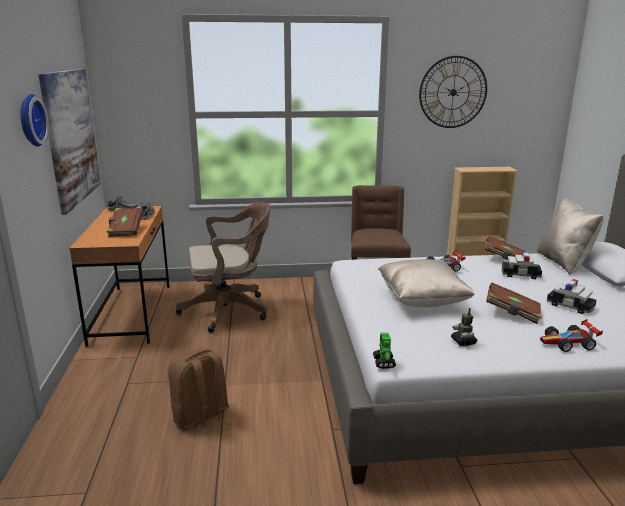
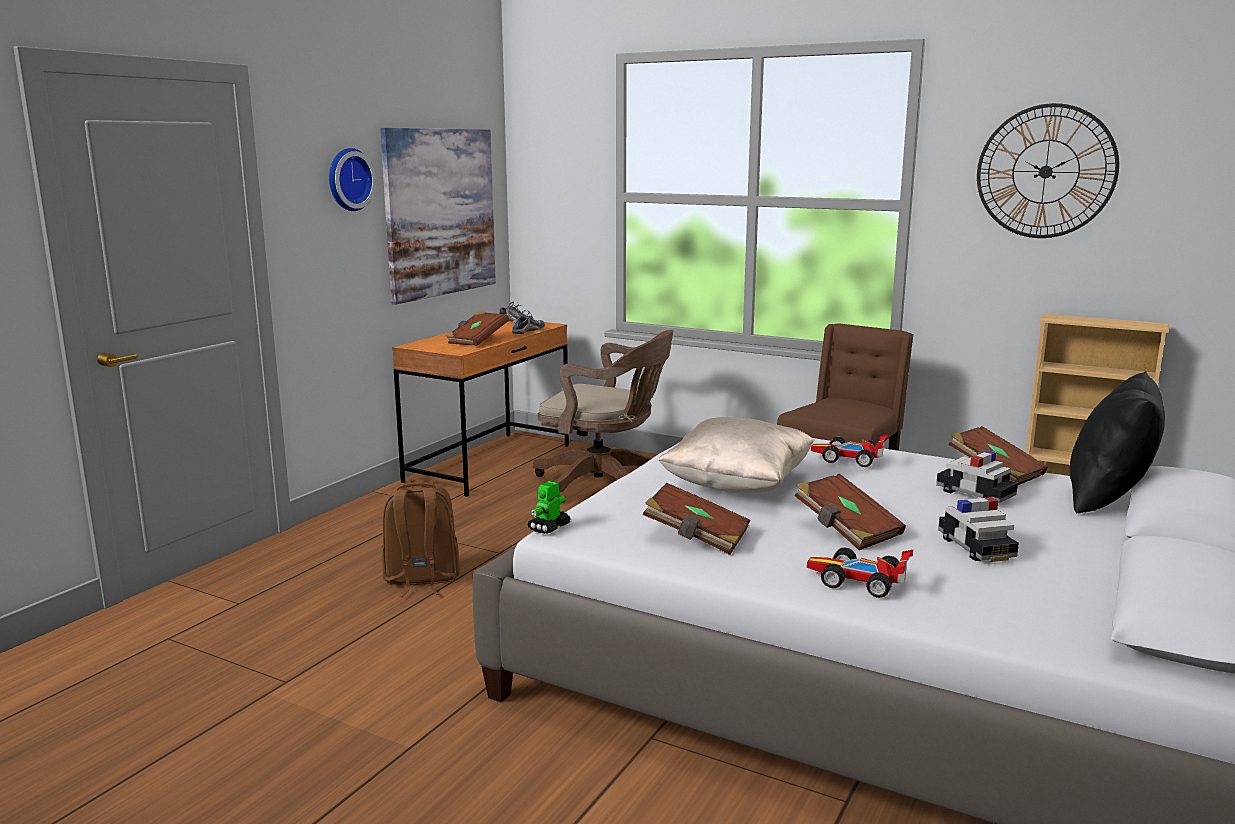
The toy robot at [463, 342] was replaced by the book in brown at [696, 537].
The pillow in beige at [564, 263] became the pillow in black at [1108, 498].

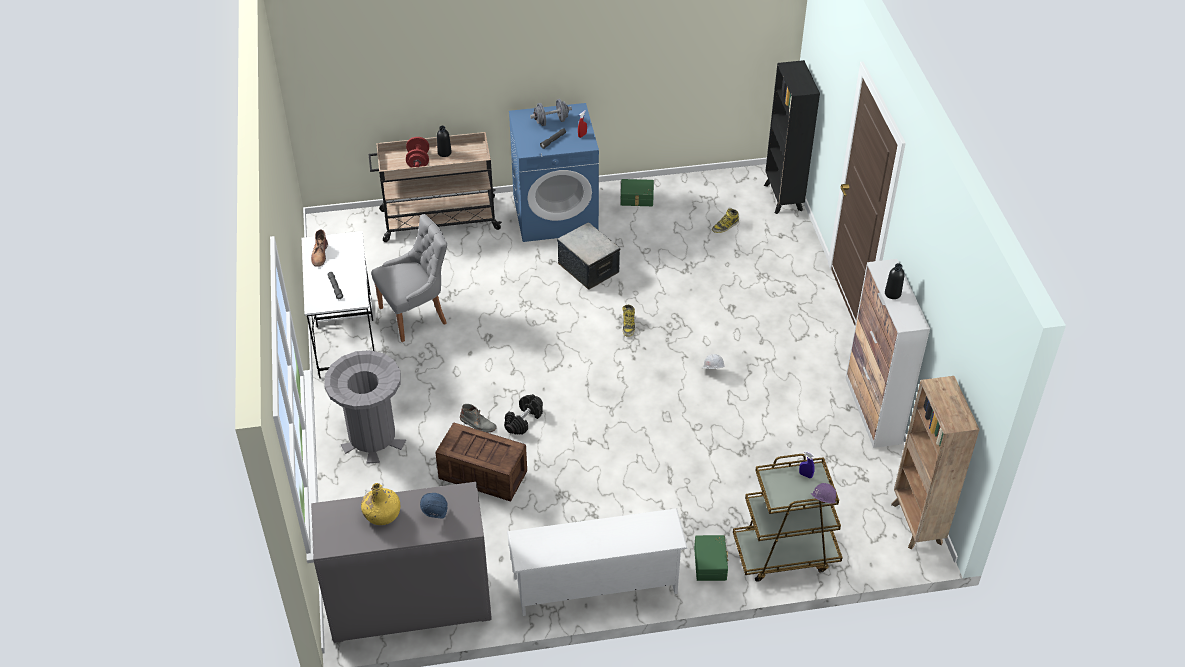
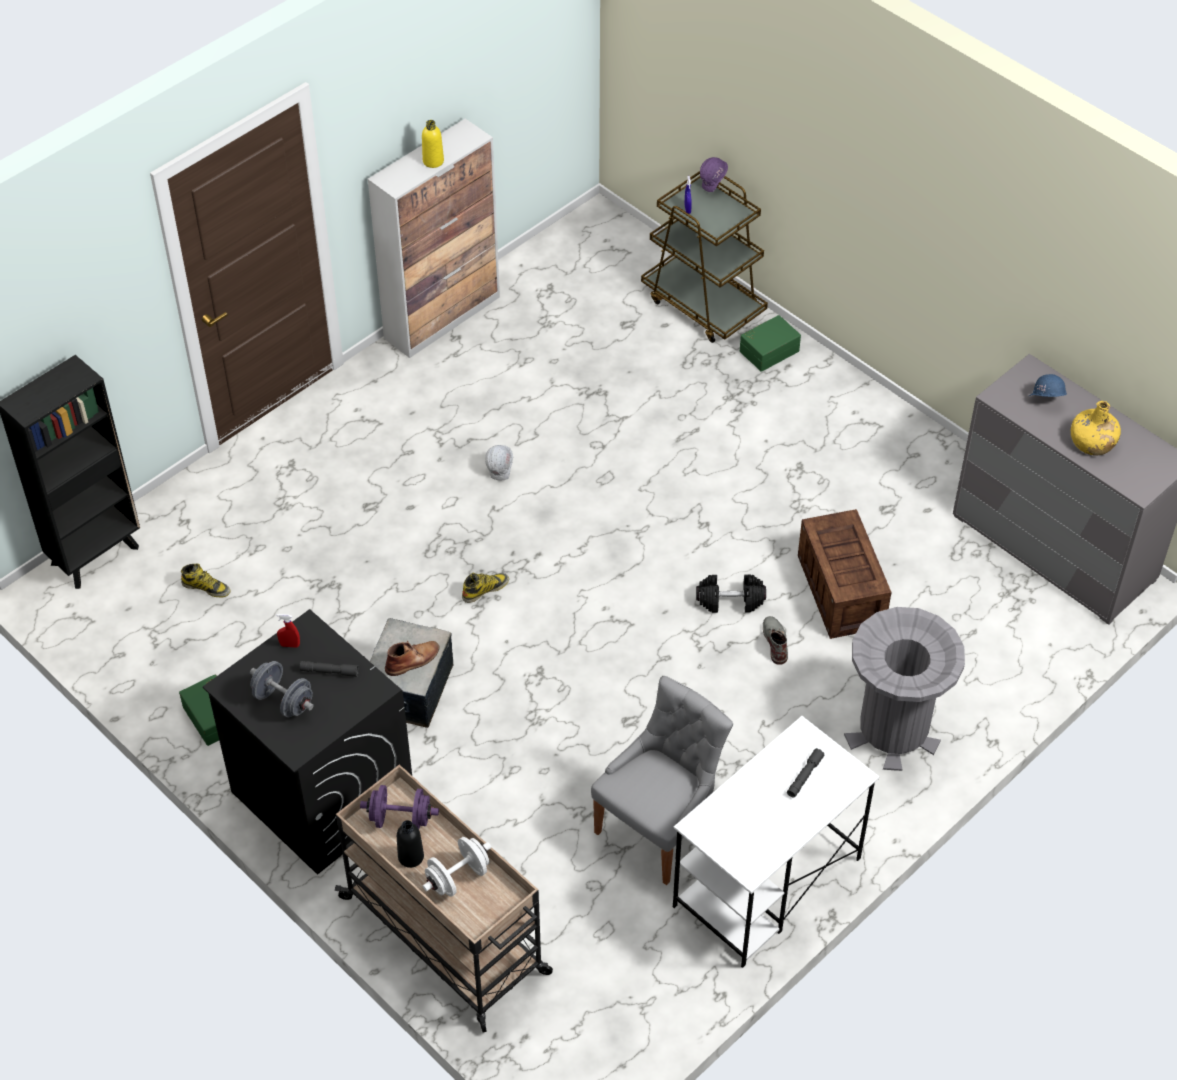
The washing machine in blue at [556, 214] became the washing machine in black at [321, 794].
The dumbbell in purple at [400, 819] appeared.
The boot in brown moved from [320, 254] to [413, 660].
The bottle in black at [892, 293] became the bottle in yellow at [433, 161].
The dumbbell in red at [418, 161] became the dumbbell in white at [458, 877].
The chair in grey at [415, 315] turned 105 degrees clockwise.
The shoe rack in white at [596, 586] disappeared.
The bookcase in brown at [916, 524] disappeared.

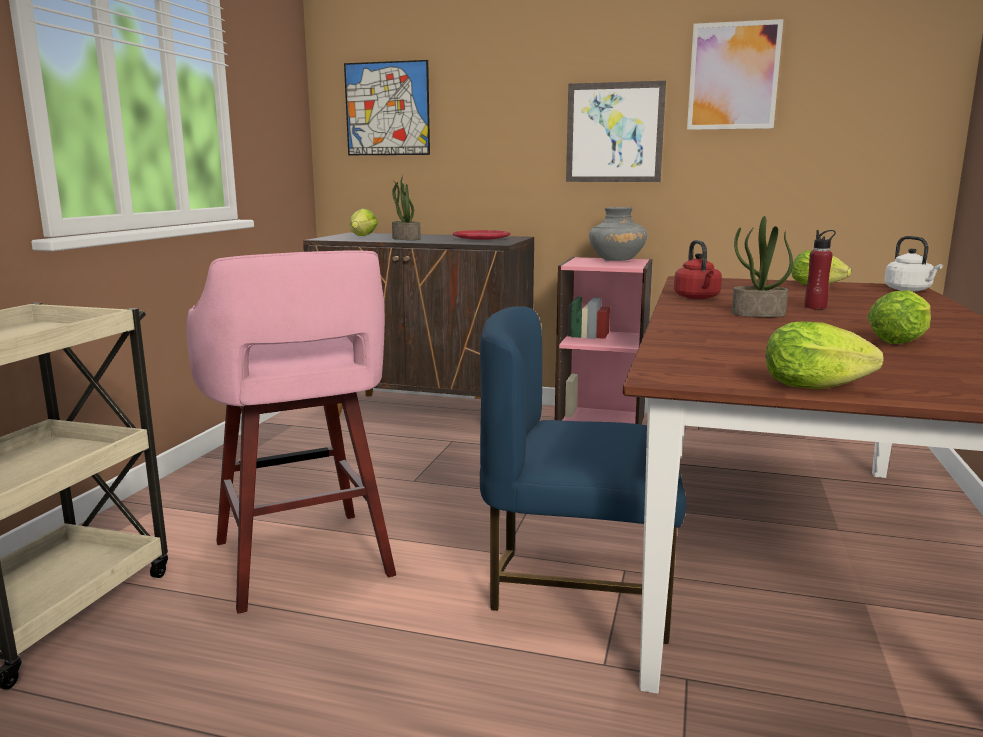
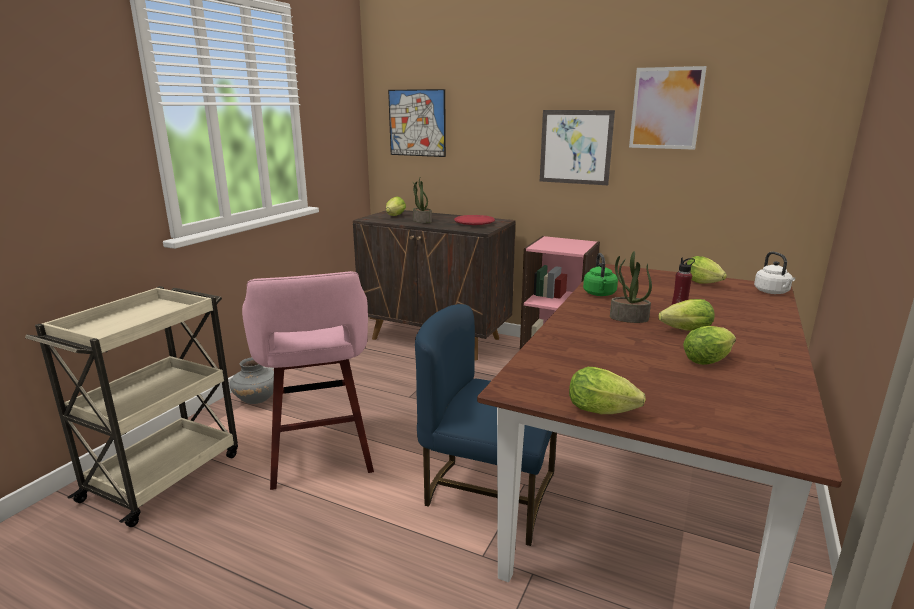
The vase in grey moved from [616, 260] to [256, 399].
The kettle in red at [697, 298] became the kettle in green at [599, 294].
The lettuce at [683, 331] appeared.

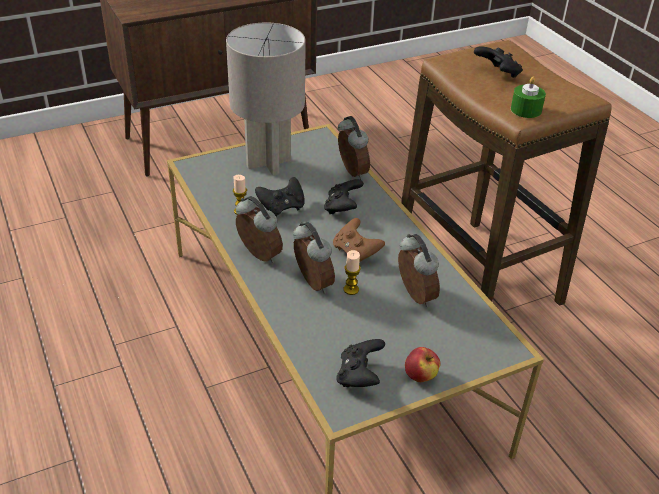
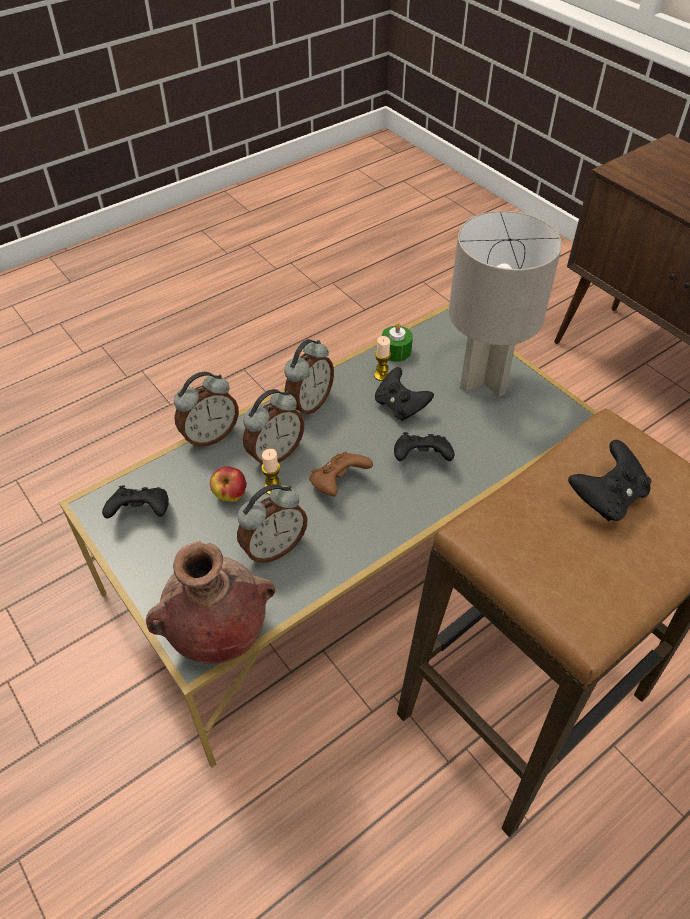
The vase in brown at [217, 634] appeared.
The alarm clock moved from [351, 172] to [210, 435].
The apple moved from [420, 376] to [230, 495].
The candle in green moved from [526, 110] to [396, 351].

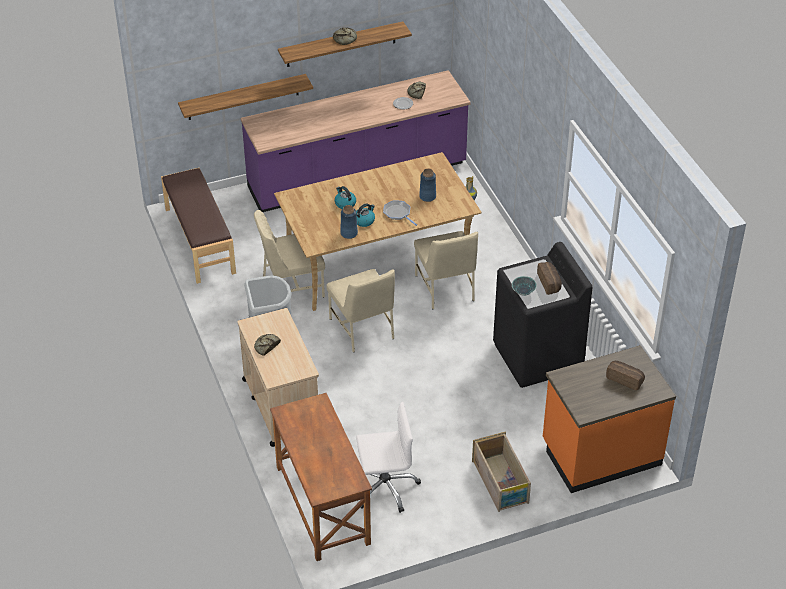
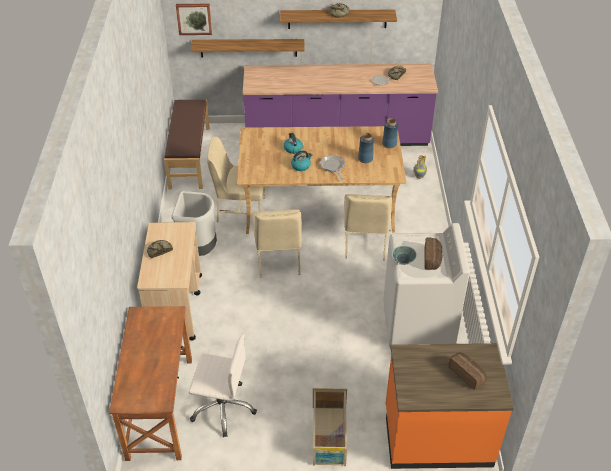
The picture at [194, 18] appeared.
The vase in blue moved from [349, 233] to [389, 144].
The washing machine in black at [537, 357] became the washing machine in white at [418, 325].

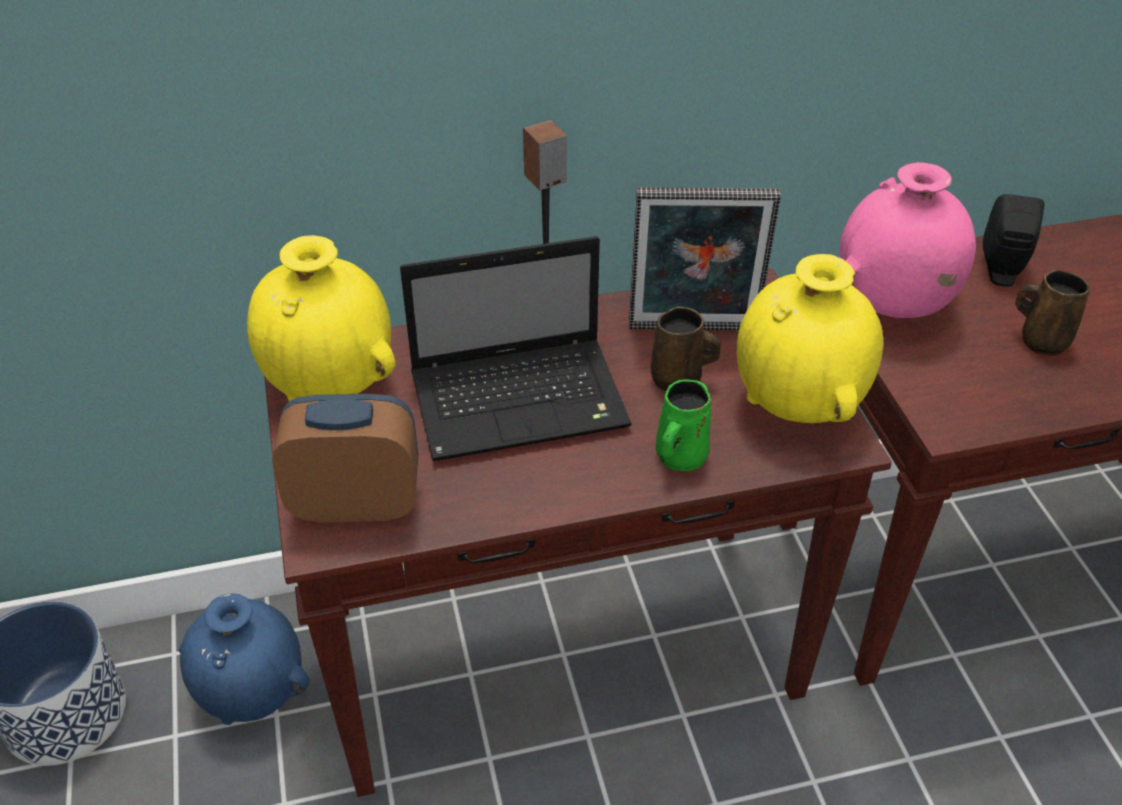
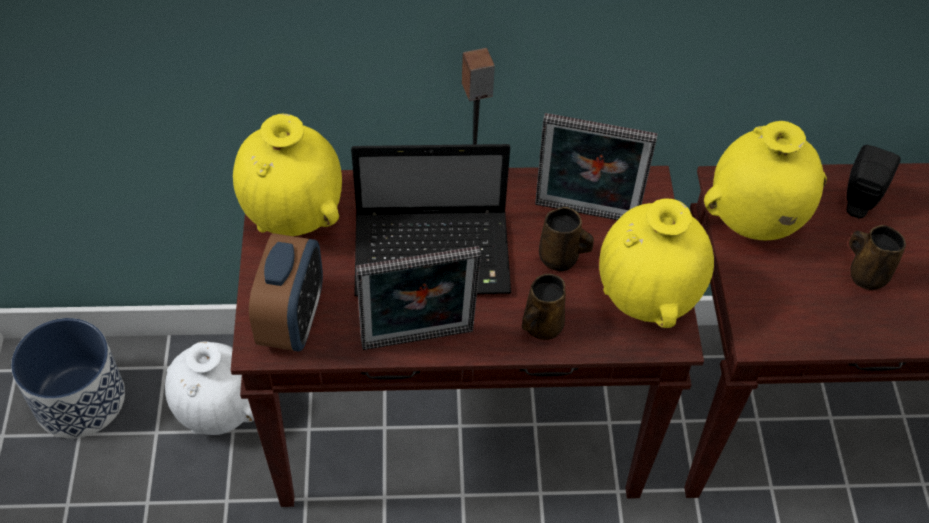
The vase in blue at [254, 696] became the vase in white at [219, 413].
The alarm clock at [356, 503] turned 90 degrees clockwise.
The picture frame at [418, 343] appeared.
The mug in green at [679, 457] became the mug in brown at [541, 326].
The vase in pink at [891, 308] became the vase in yellow at [753, 222].

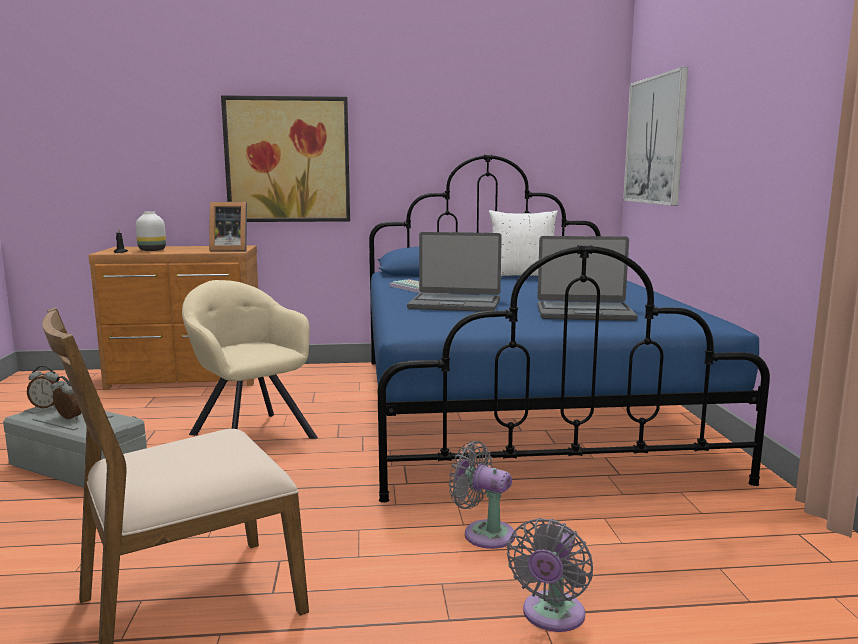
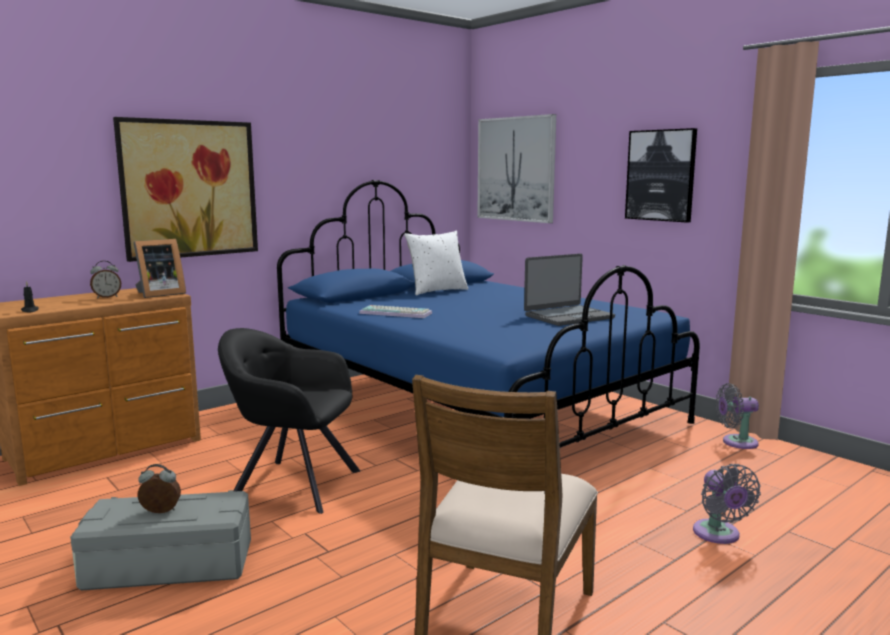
The alarm clock moved from [47, 406] to [107, 297].
The armchair in beige at [250, 434] became the armchair in black at [291, 484].
The picture at [661, 175] appeared.
The fan in grey moved from [484, 533] to [736, 442].
The vase in white at [153, 250] disappeared.
The laptop at [455, 304] disappeared.

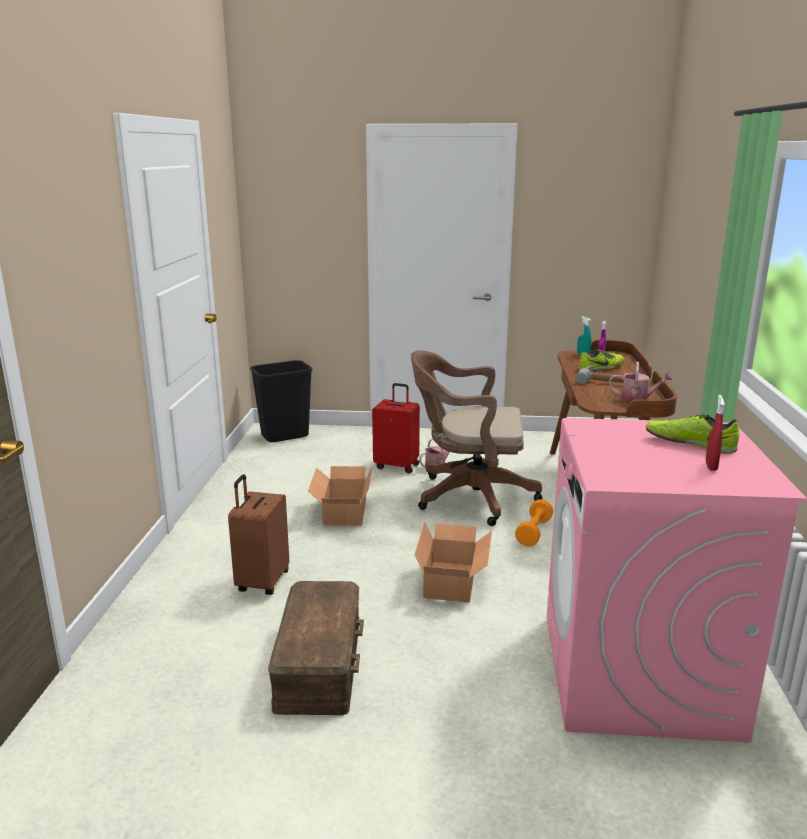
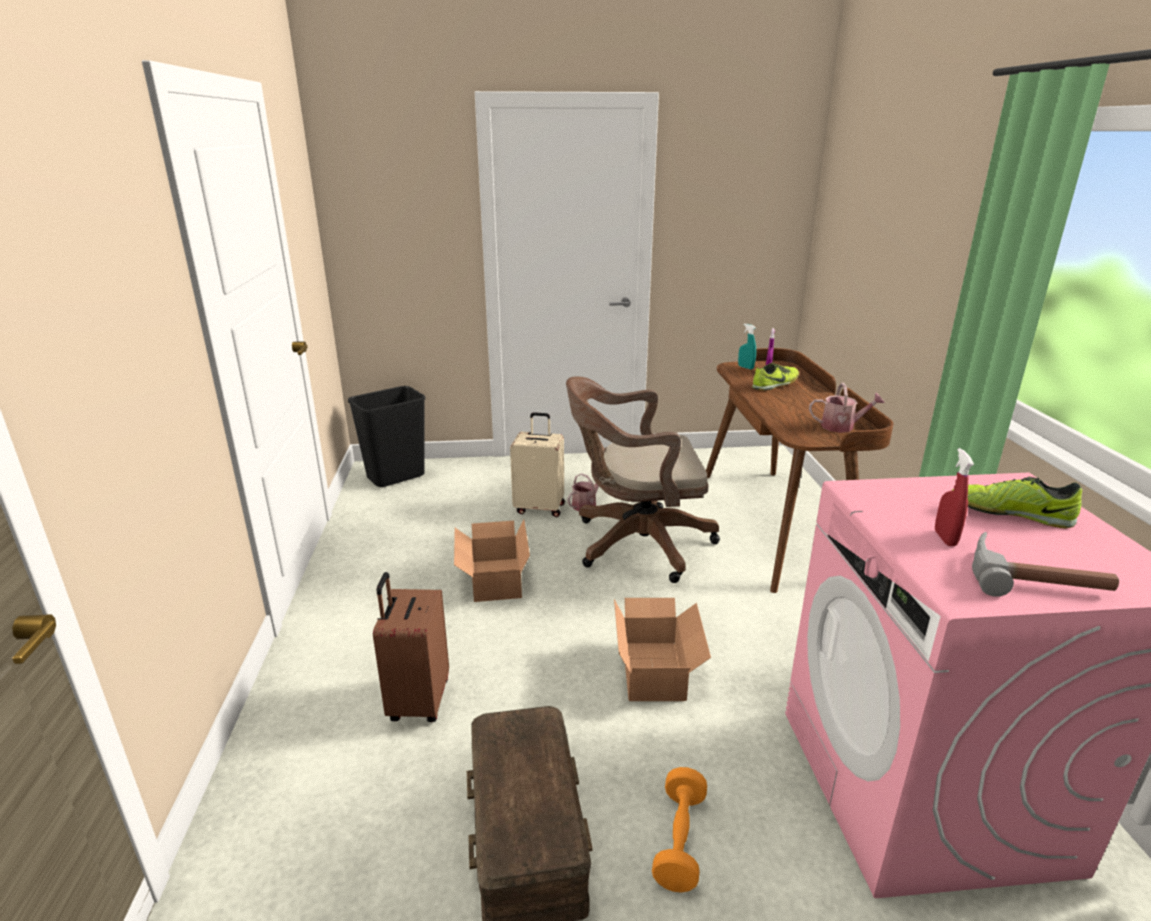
The suitcase in red at [397, 466] became the suitcase in beige at [540, 508].
The dumbbell in orange moved from [533, 532] to [679, 840].
The spray bottle in red moved from [711, 466] to [945, 538].
The hammer moved from [605, 381] to [1034, 578].

